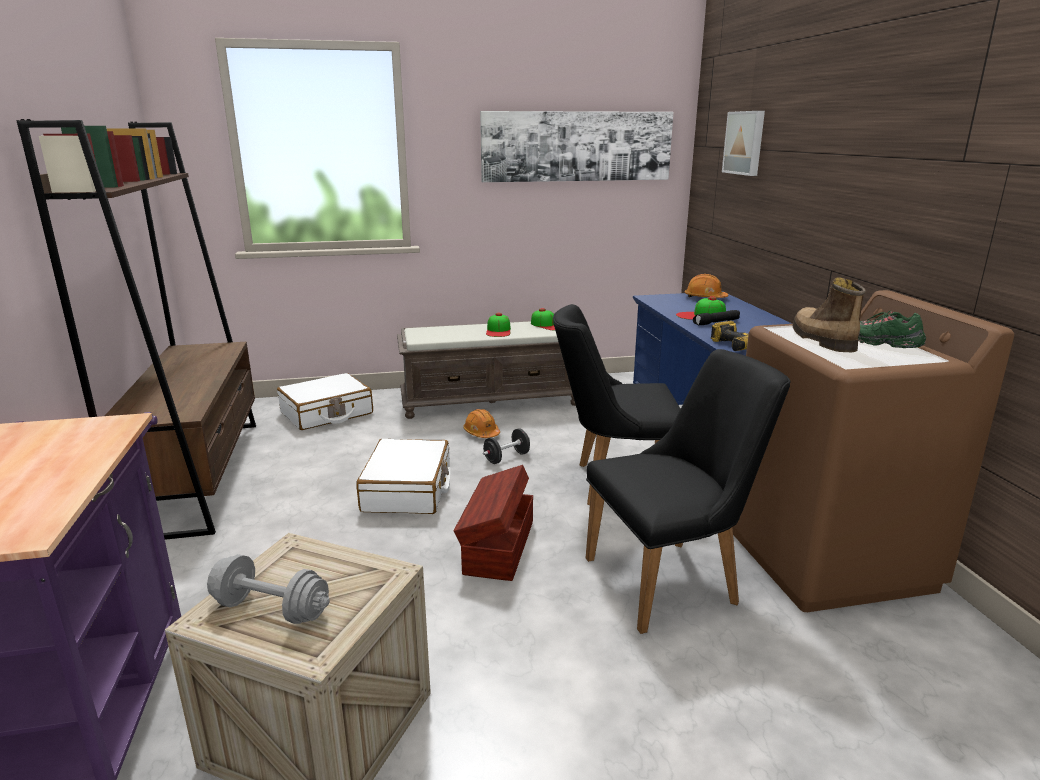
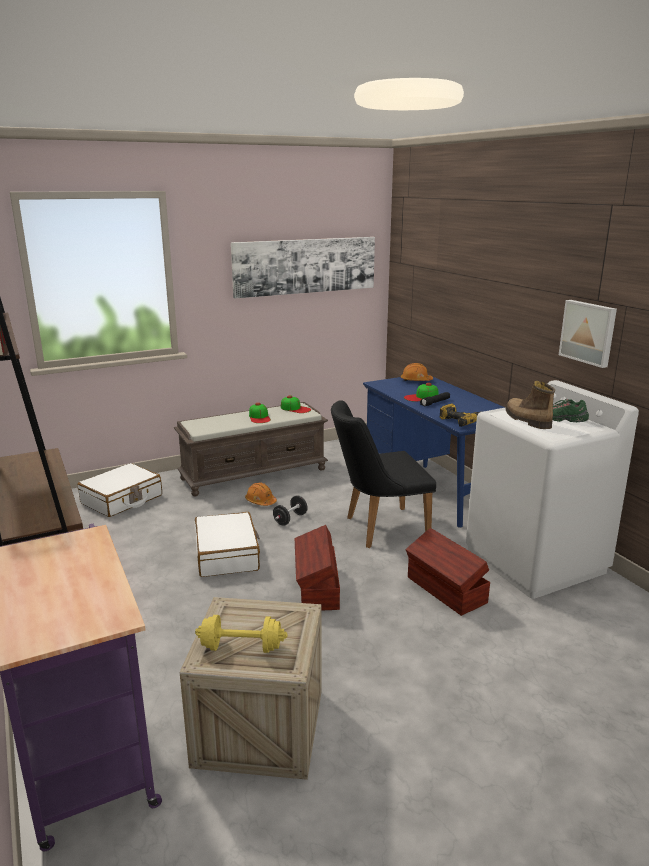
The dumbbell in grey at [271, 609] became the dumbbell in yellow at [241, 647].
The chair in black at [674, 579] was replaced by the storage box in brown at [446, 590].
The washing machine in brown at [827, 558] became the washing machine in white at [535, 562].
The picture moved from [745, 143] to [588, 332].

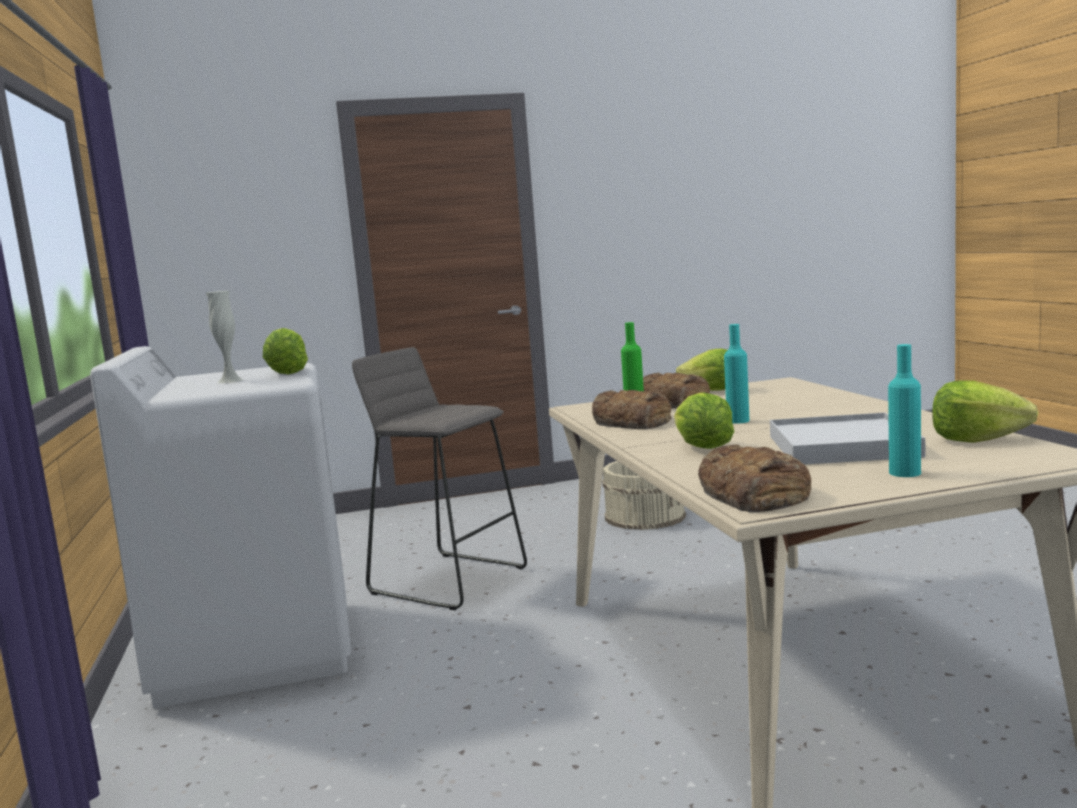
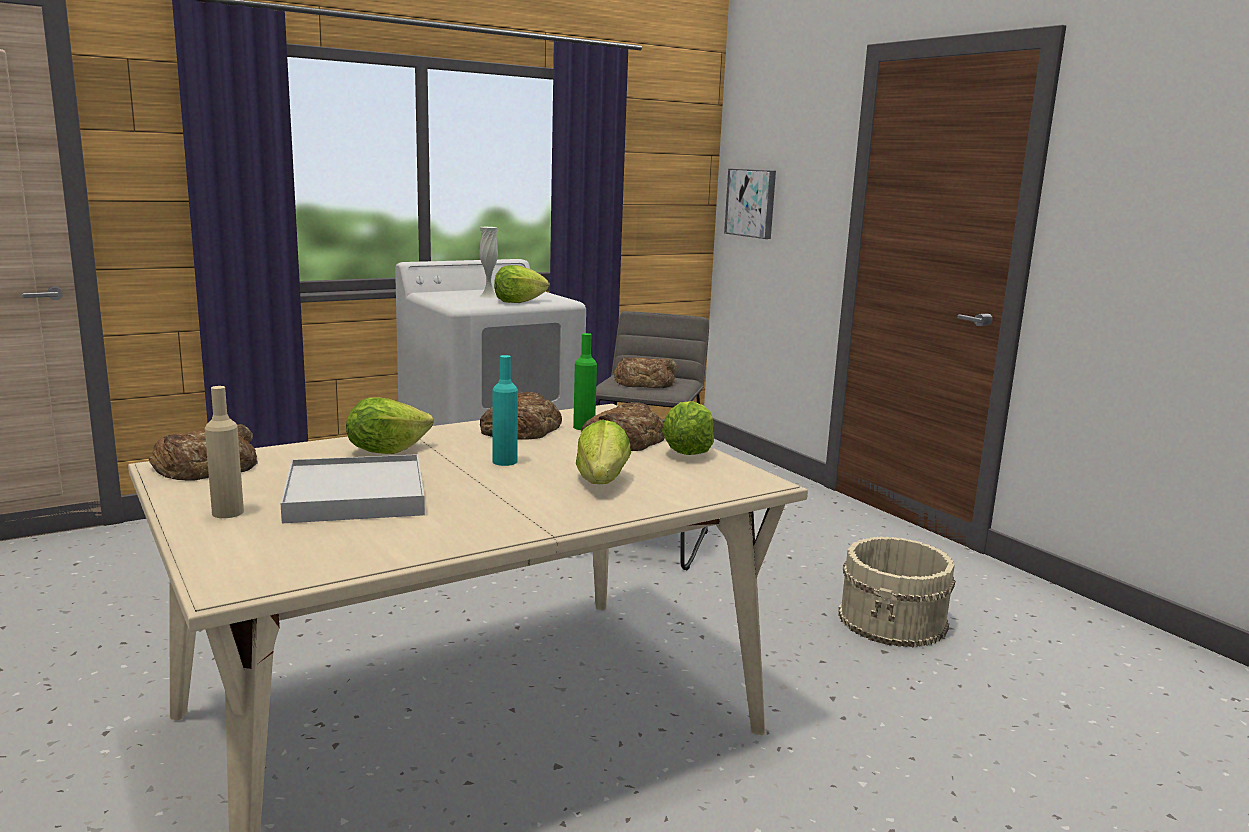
The bottle in turquoise at [905, 473] became the bottle in beige at [228, 512].
The lettuce moved from [976, 439] to [602, 482].
The bread at [645, 381] appeared.
The picture at [751, 203] appeared.

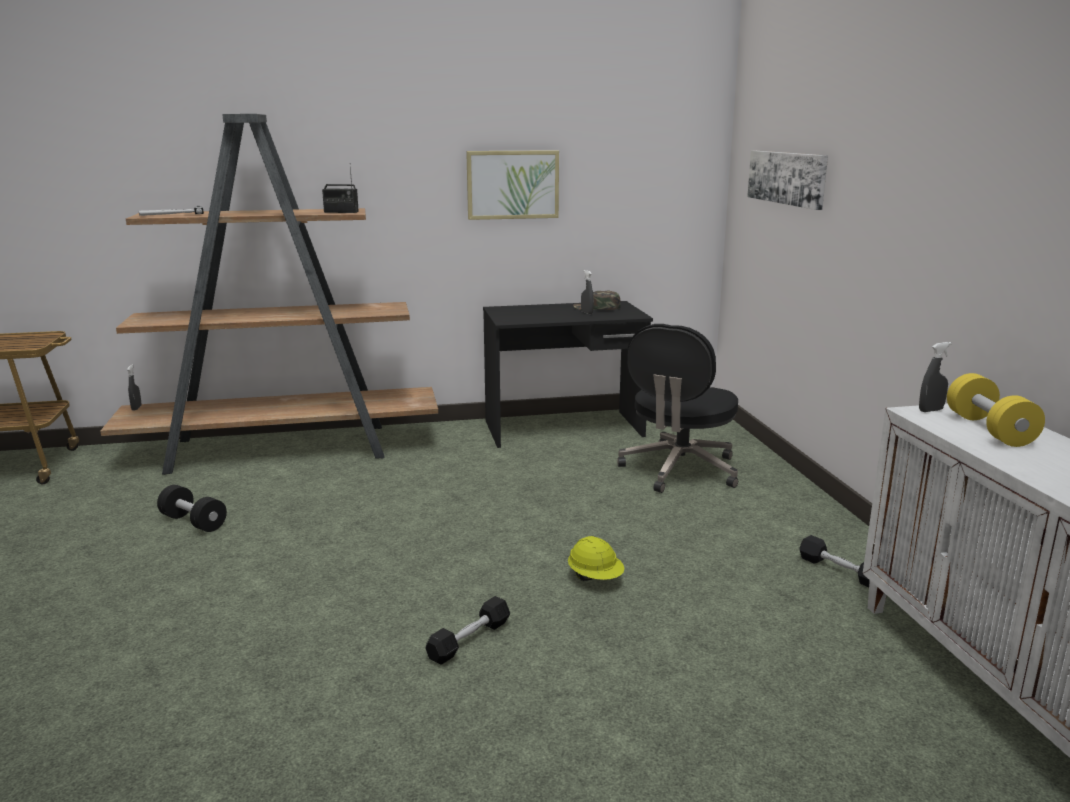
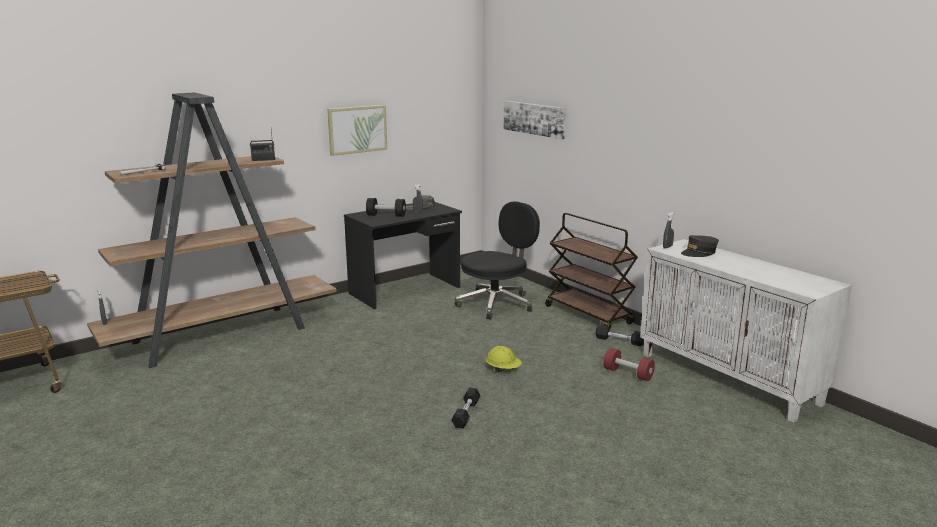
The dumbbell in black moved from [193, 522] to [386, 215].
The office chair in black at [679, 470] turned 135 degrees counterclockwise.
The cart in brown at [589, 315] appeared.
The dumbbell in red at [628, 374] appeared.
The dumbbell in yellow at [989, 430] was replaced by the cap in grey at [699, 253].

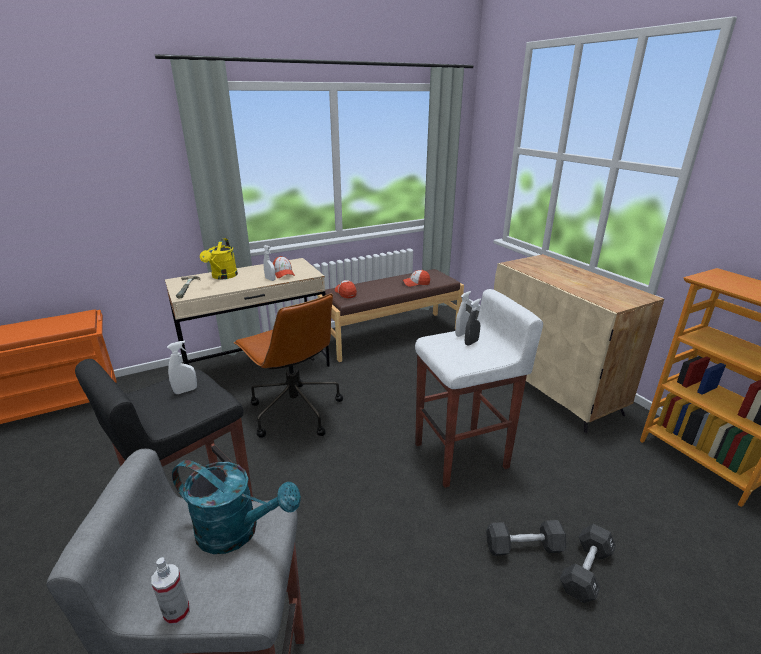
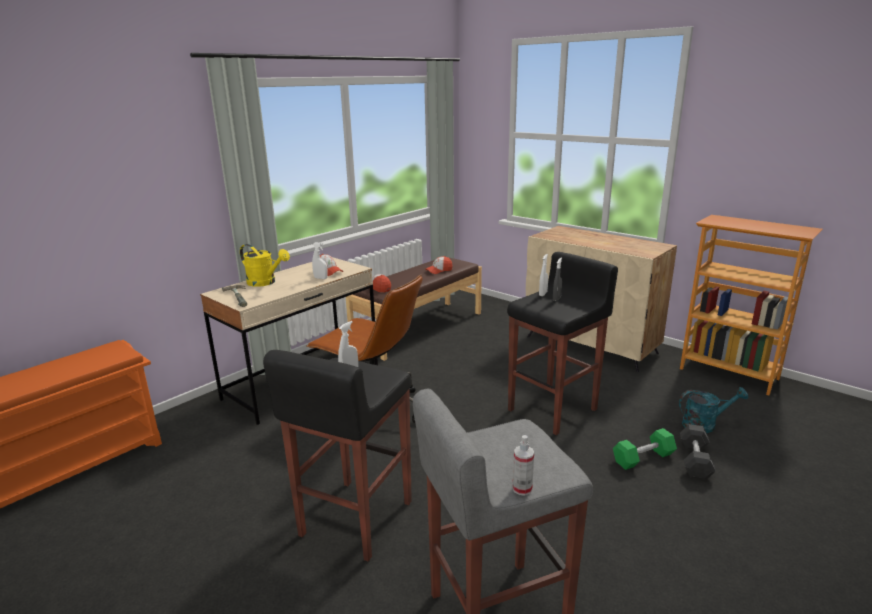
The watering can in yellow at [223, 276] turned 45 degrees counterclockwise.
The stool in white at [462, 455] became the stool in black at [554, 409].
The dumbbell in black at [523, 547] became the dumbbell in green at [643, 458].
The watering can in turquoise moved from [237, 531] to [704, 424].

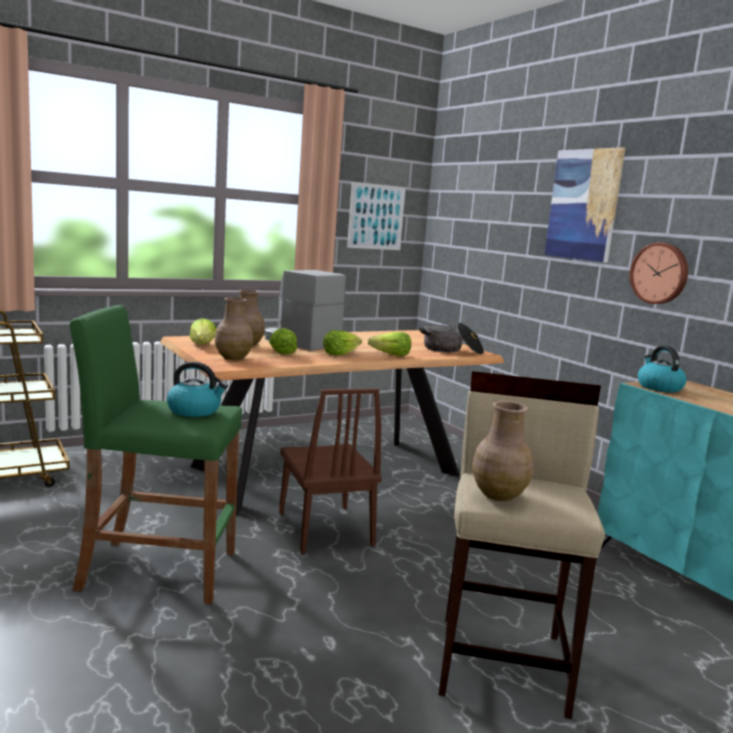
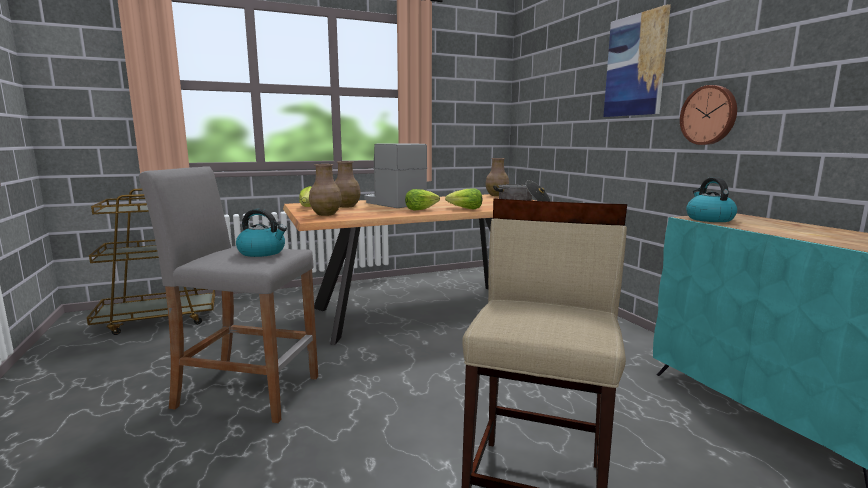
The stool in green at [158, 570] became the stool in grey at [247, 392].
The vase in brown moved from [499, 494] to [497, 195].
The lettuce at [281, 352] disappeared.
The chair in brown at [324, 528] disappeared.
The picture at [376, 217] disappeared.

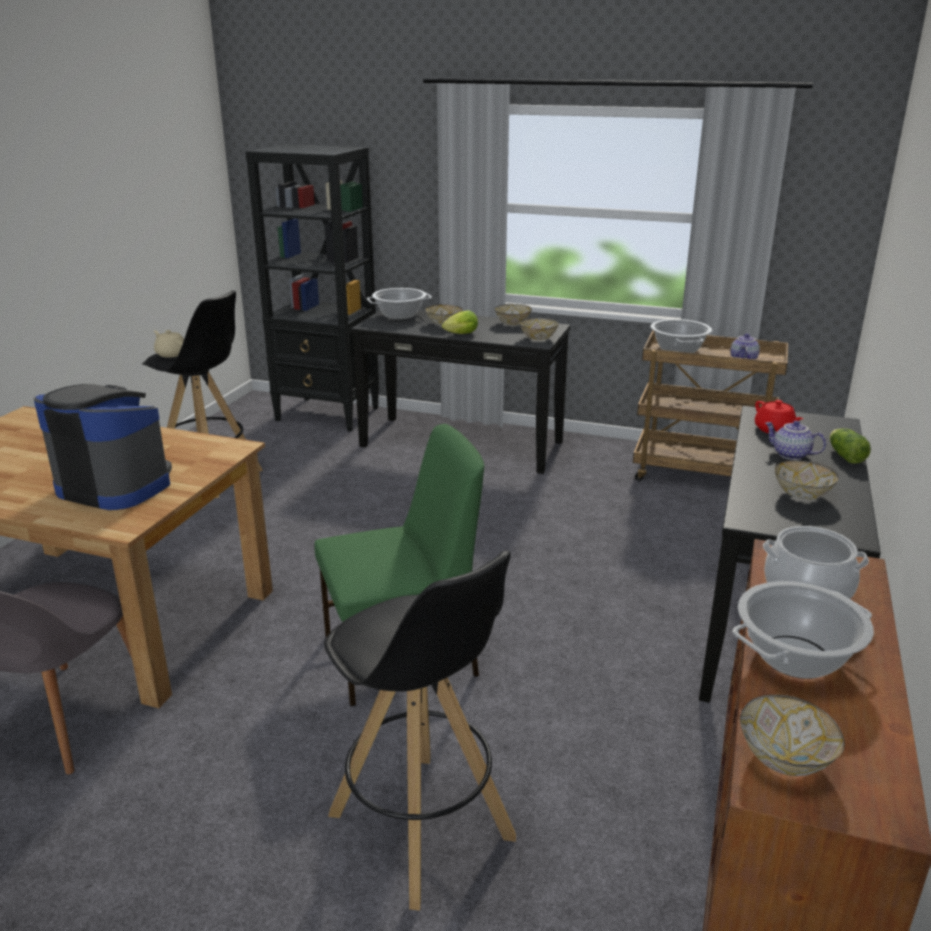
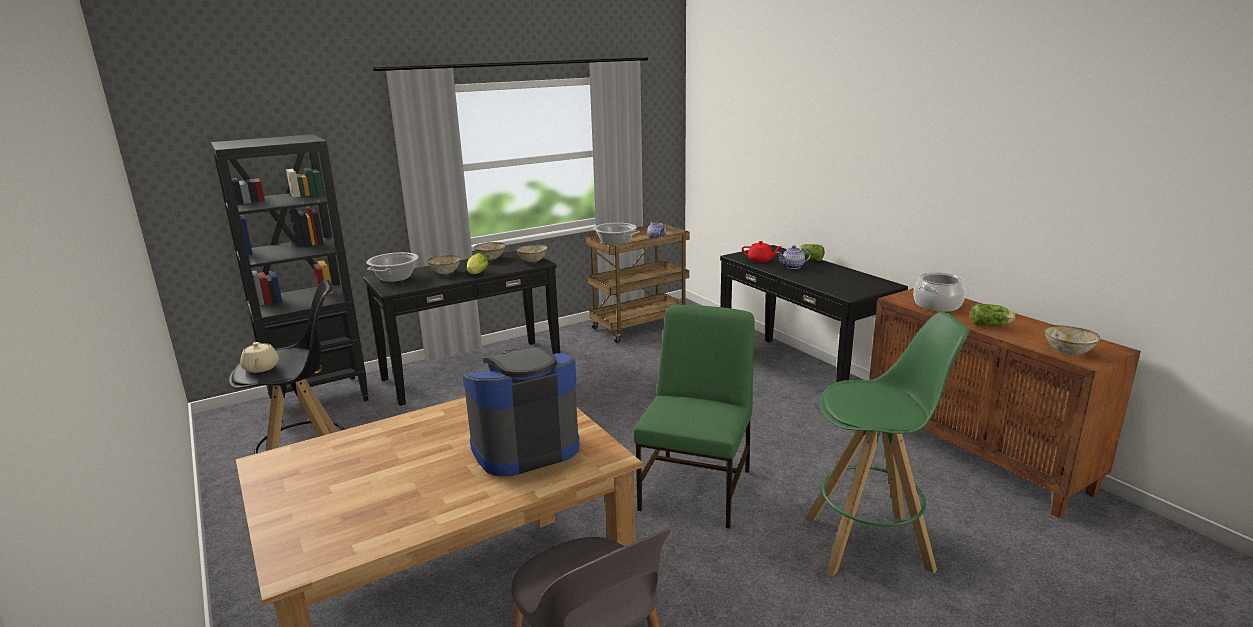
The teapot in beige at [171, 354] turned 105 degrees counterclockwise.
The stool in black at [422, 827] became the stool in green at [869, 543].
The cooking pot at [796, 657] was replaced by the lettuce at [991, 325].
The bowl at [803, 495] disappeared.

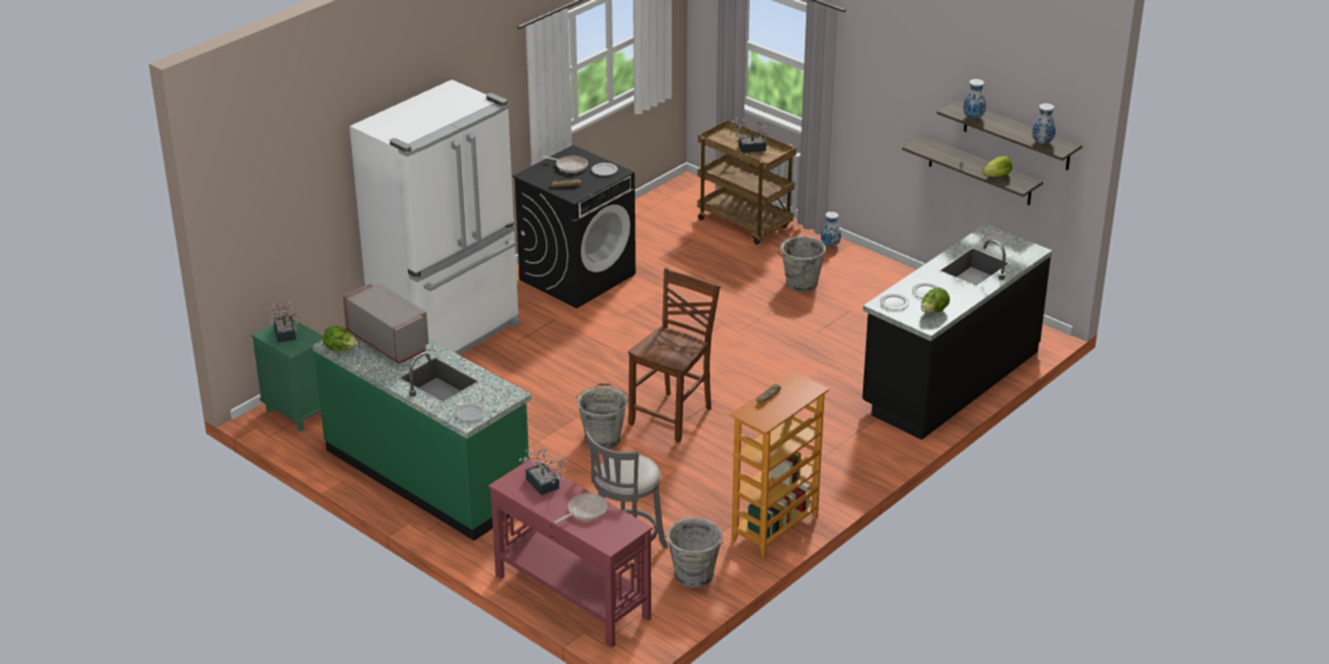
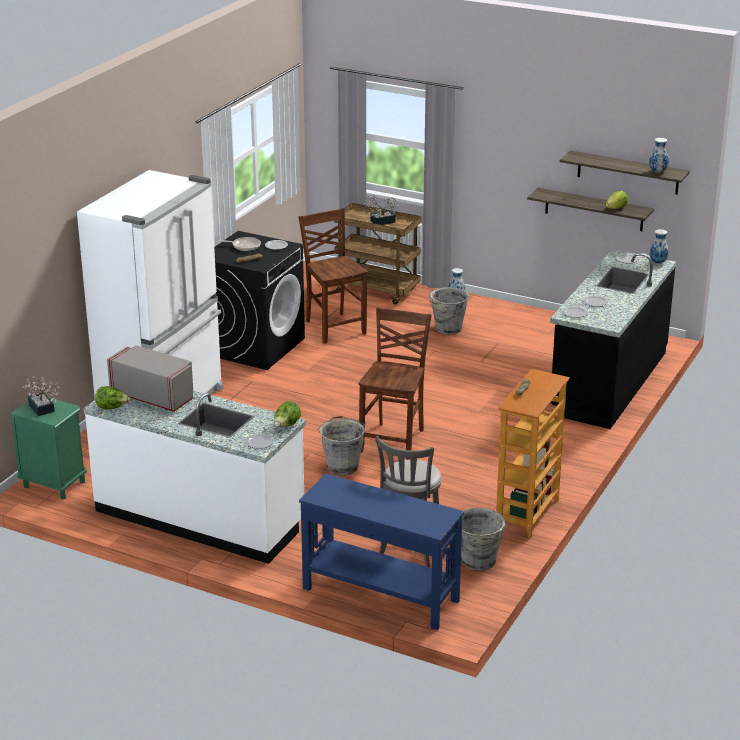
The counter in green at [428, 475] became the counter in white at [200, 517].
The lettuce moved from [933, 312] to [287, 426].
The chair in brown at [334, 327] appeared.
The console table in red at [572, 596] became the console table in blue at [380, 594].
The vase moved from [973, 117] to [658, 262].
The potted plant at [544, 486] disappeared.
The frying pan at [585, 511] disappeared.

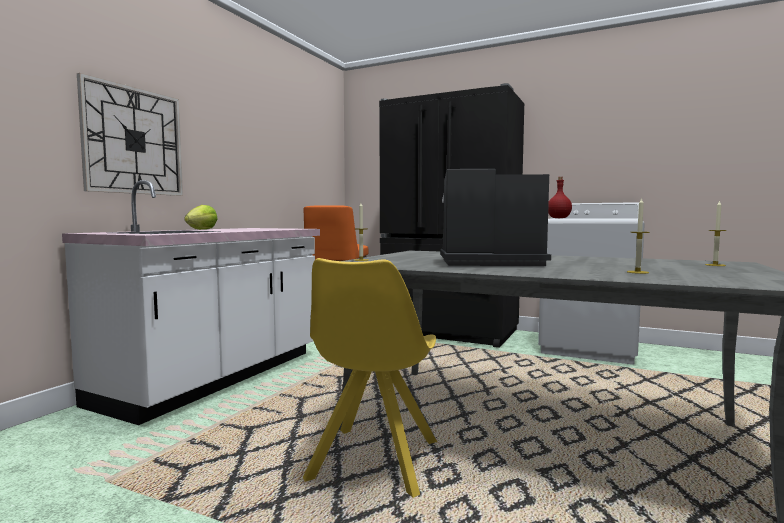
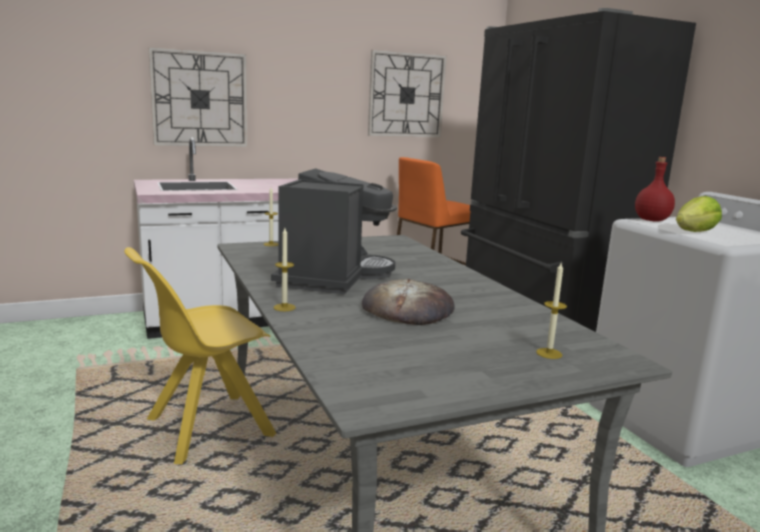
The coffee machine at [487, 263] turned 60 degrees clockwise.
The candle moved from [637, 272] to [284, 307].
The bread at [408, 309] appeared.
The wall clock at [406, 95] appeared.
The lettuce moved from [201, 229] to [694, 232].

